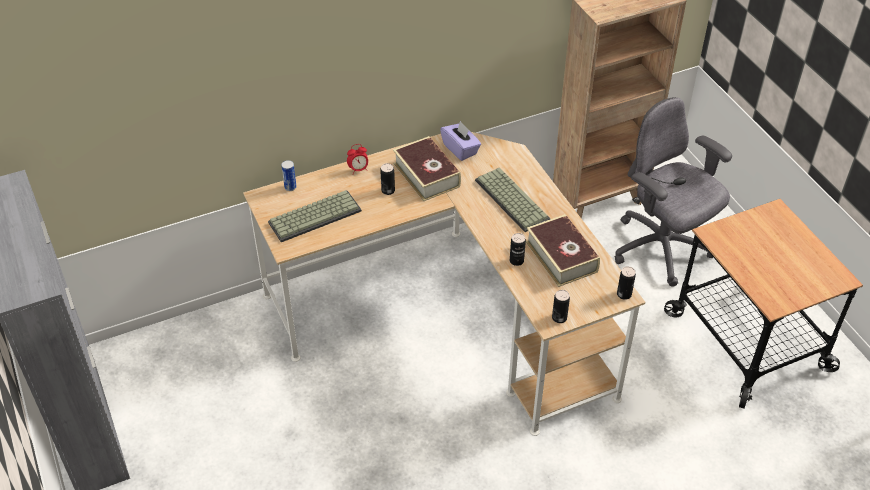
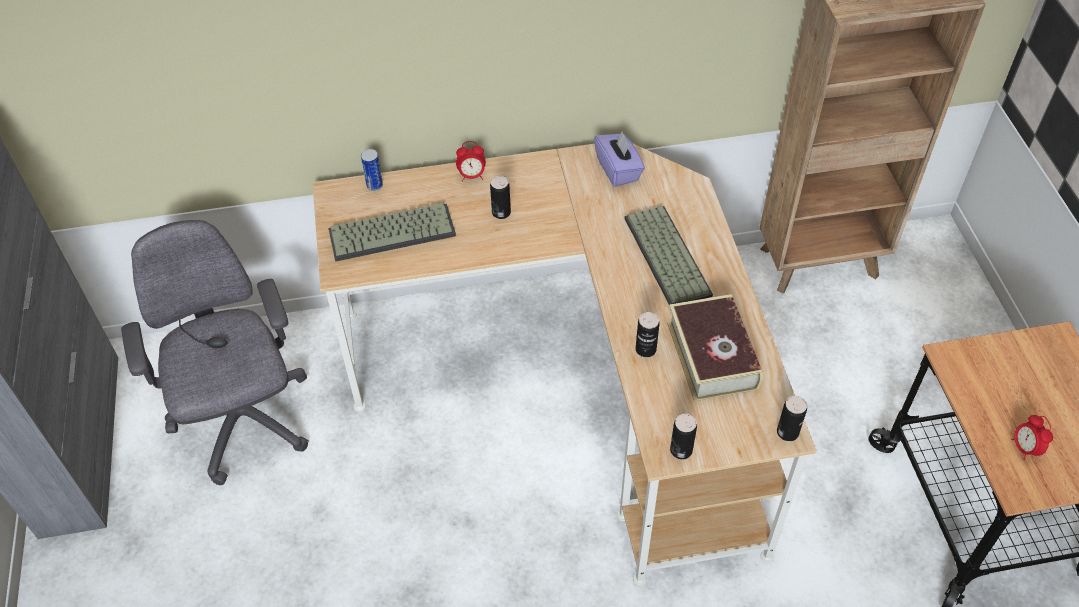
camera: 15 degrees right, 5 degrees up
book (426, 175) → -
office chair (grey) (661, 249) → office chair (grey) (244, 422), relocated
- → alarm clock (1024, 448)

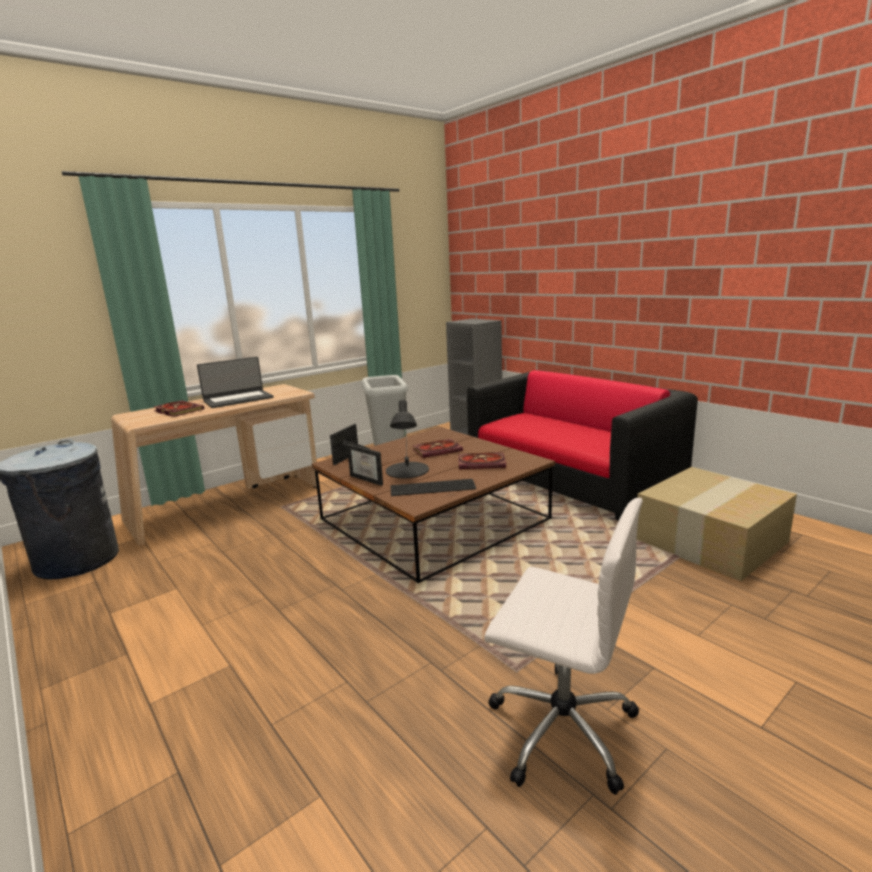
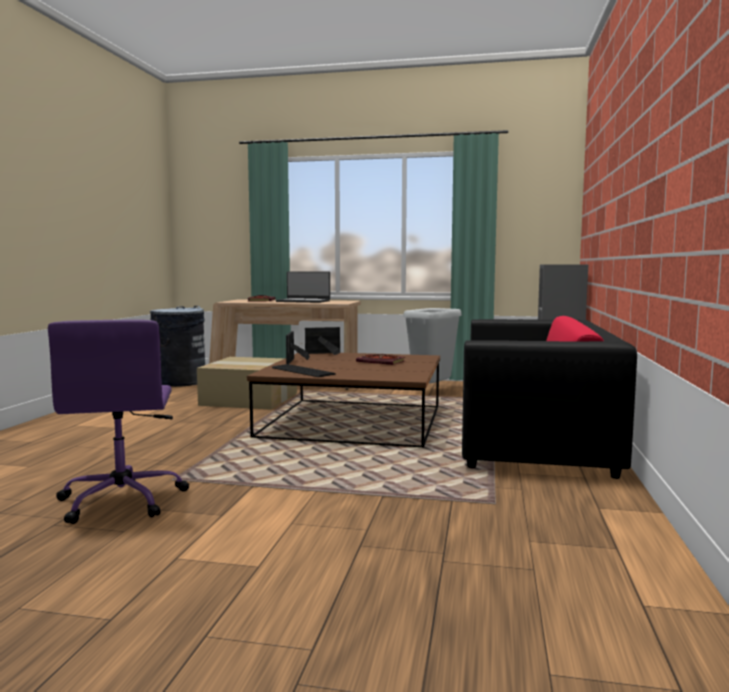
camera: 50 degrees right, 10 degrees down
table lamp (black) (407, 470) → -
book (483, 463) → -
office chair (white) (560, 727) → office chair (purple) (122, 500)
cardboard box (711, 541) → cardboard box (248, 399), relocated

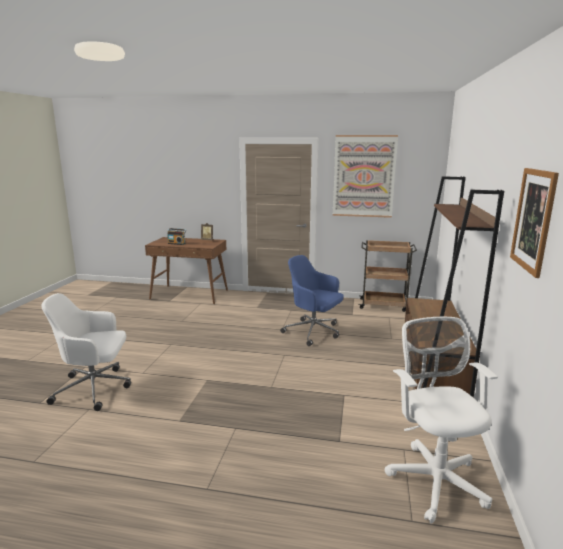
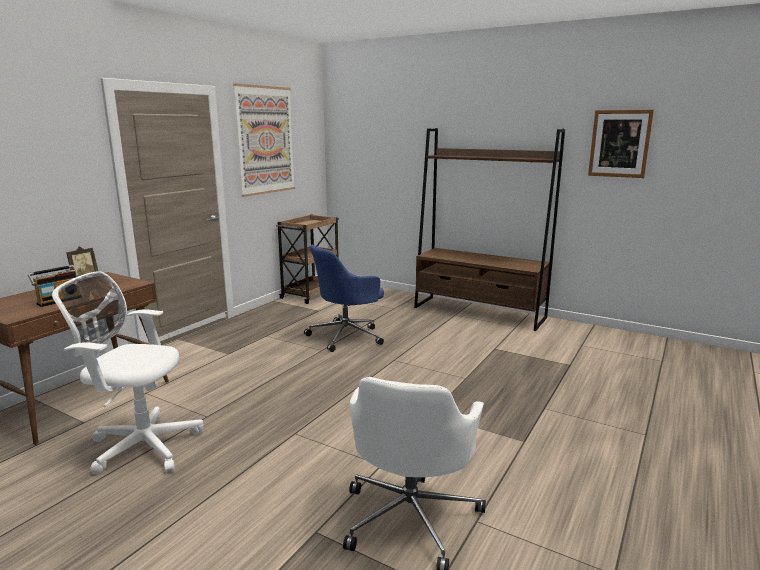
camera: 70 degrees left, 0 degrees up
office chair (white) (434, 478) → office chair (white) (141, 445), relocated

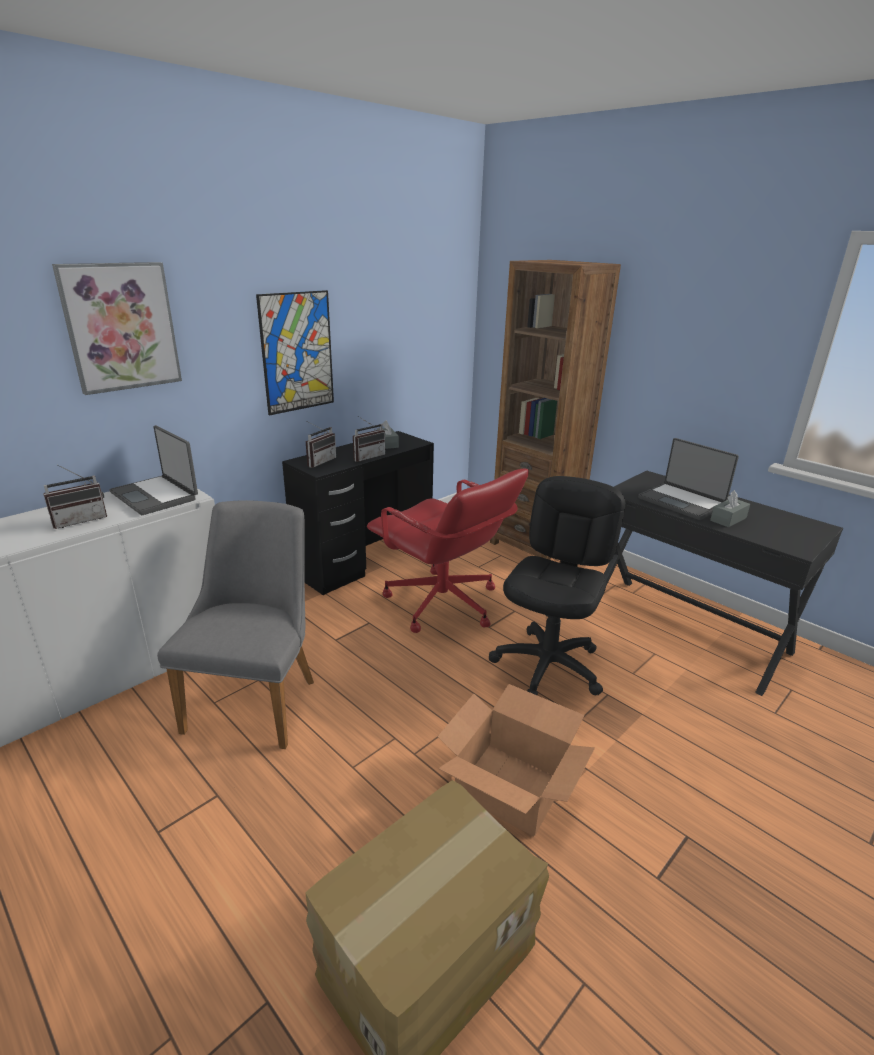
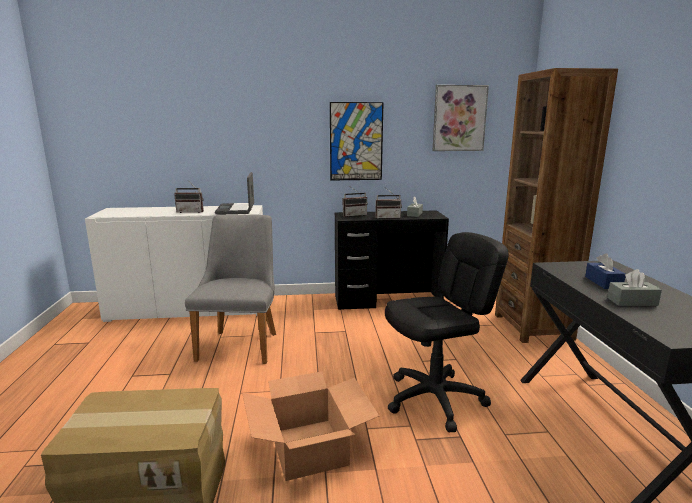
camera: 40 degrees right, 10 degrees down
picture (121, 327) → picture (459, 118), relocated
chair (grey) (259, 697) → chair (grey) (241, 342), 45 degrees counterclockwise
office chair (red) (442, 604) → -
laptop (682, 502) → tissue box (blue) (603, 282)

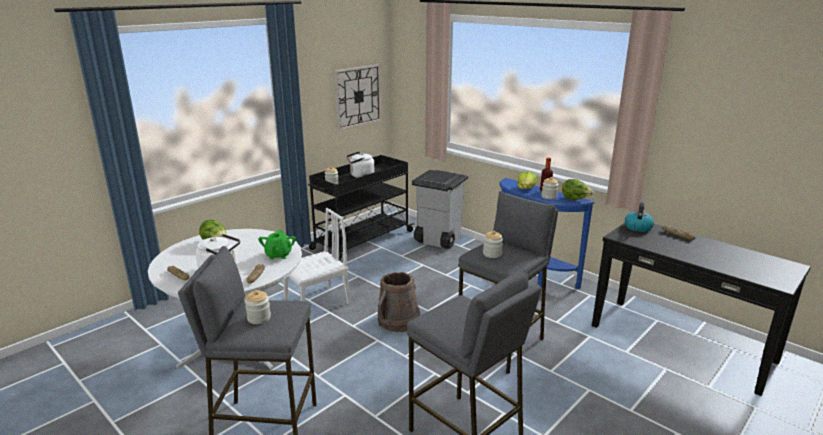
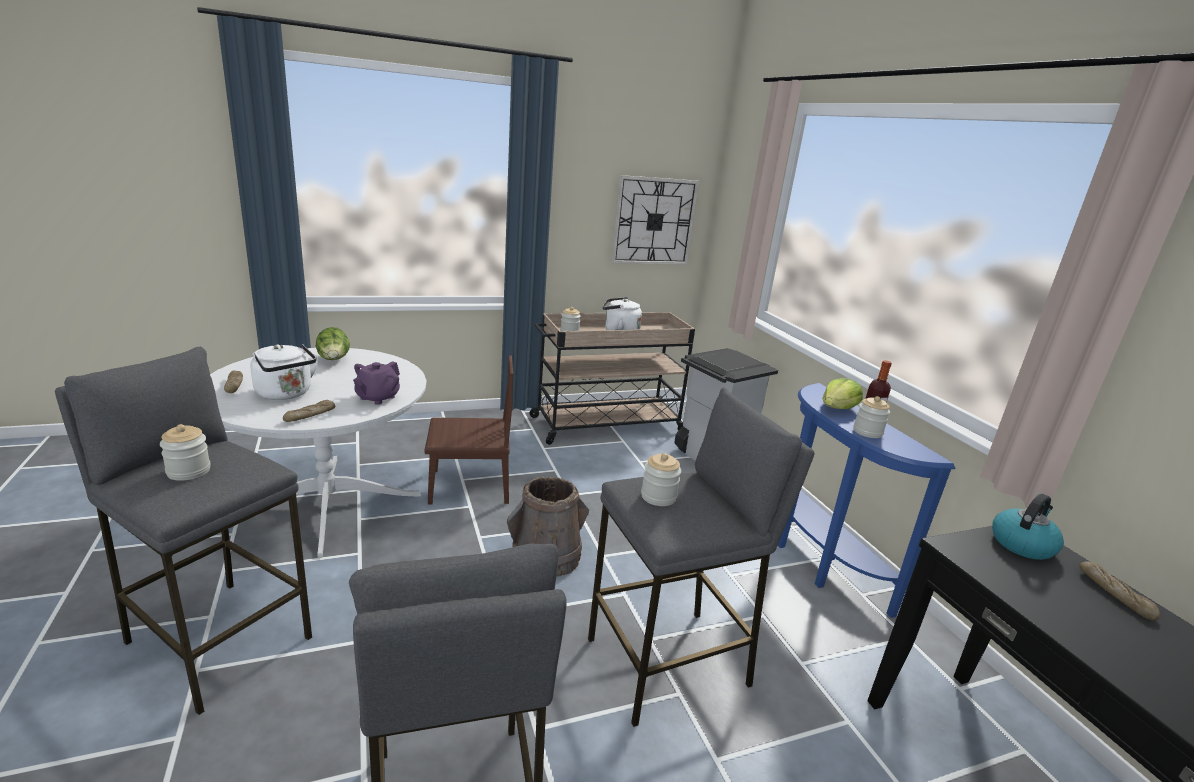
camera: 25 degrees right, 0 degrees up
teapot (green) (278, 255) → teapot (purple) (377, 397)
chair (white) (317, 302) → chair (brown) (469, 486)
cart (black) (361, 240) → cart (beige) (605, 425)
lettuce (575, 199) → -

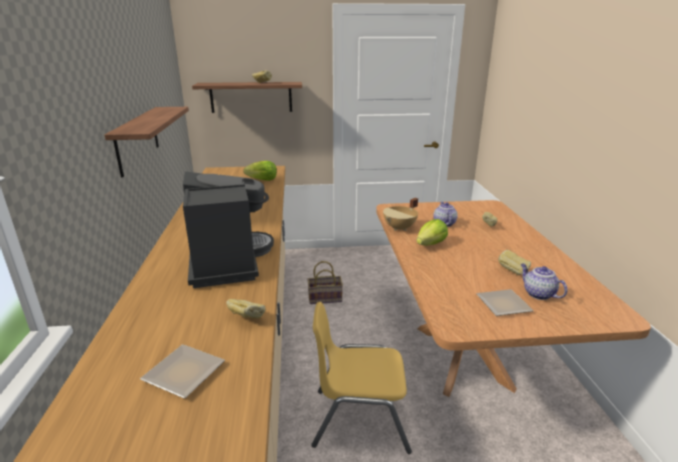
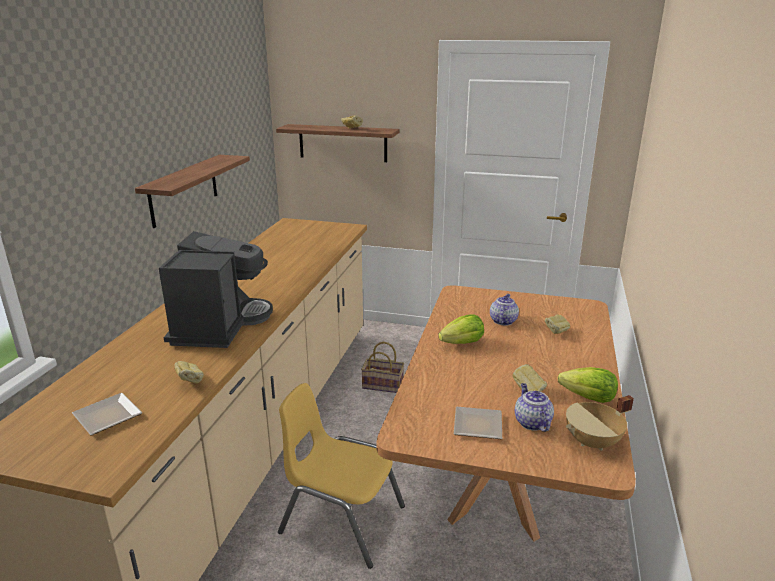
camera: 20 degrees right, 0 degrees up
lettuce (262, 180) → lettuce (588, 398), relocated
cooking pot (beige) (400, 228) → cooking pot (beige) (593, 443), relocated

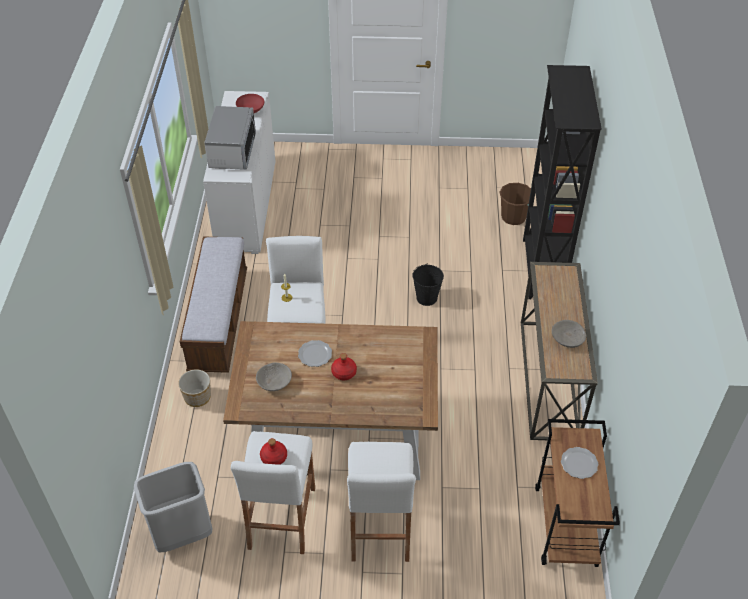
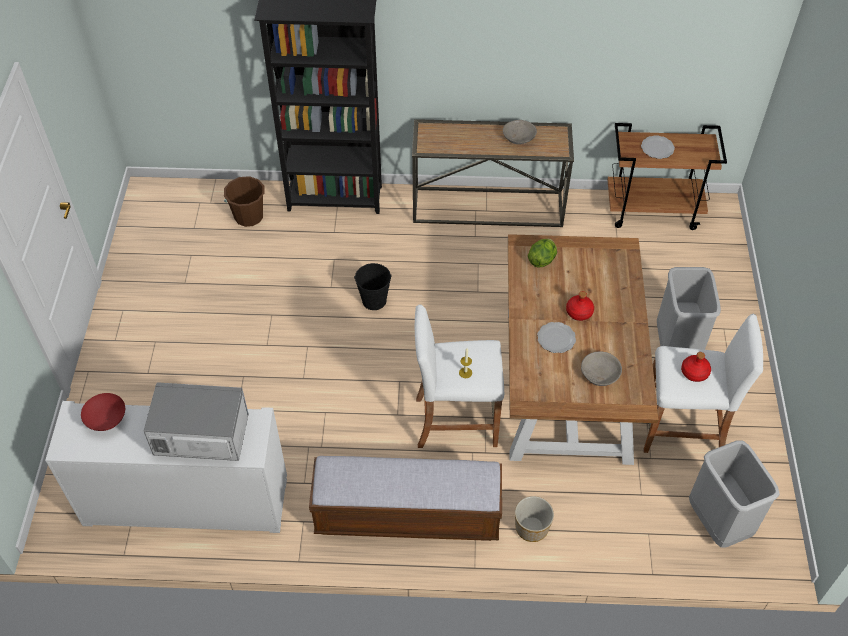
camera: 90 degrees left, 5 degrees up
stool (white) (380, 526) → trash can (grey) (677, 345)
- → lettuce (542, 260)

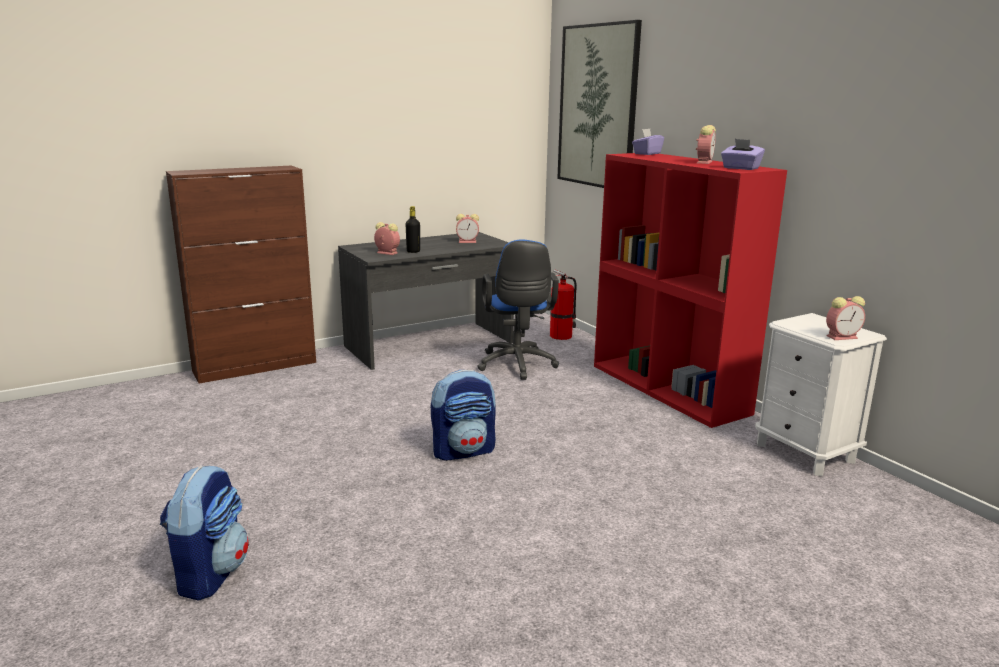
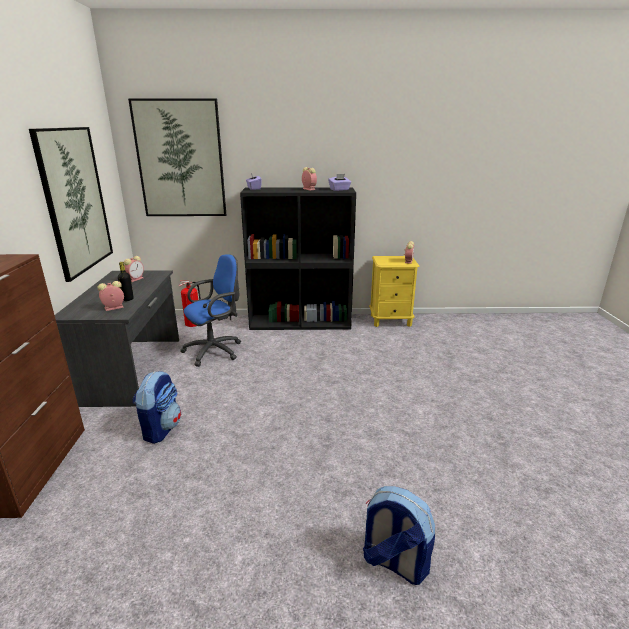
camera: 60 degrees left, 5 degrees up
backpack (464, 451) → backpack (161, 429), relocated
office chair (blue) (517, 366) → office chair (blue) (216, 350), 60 degrees counterclockwise
bookcase (red) (669, 389) → bookcase (black) (301, 322)
nightstand (white) (805, 453) → nightstand (yellow) (390, 320)
- → picture (75, 201)

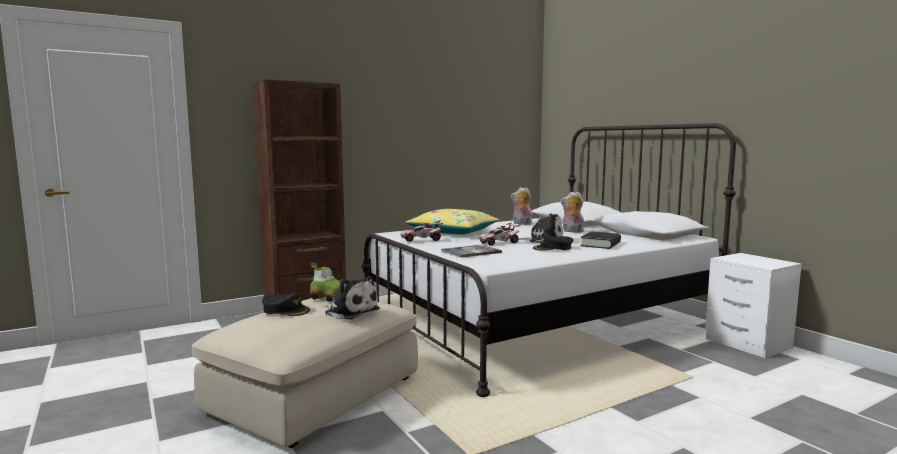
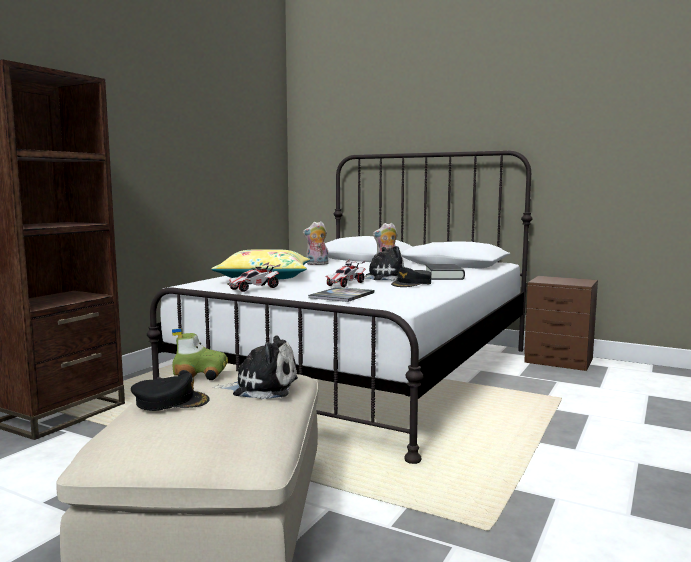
camera: 30 degrees left, 0 degrees up
nightstand (white) (748, 344) → nightstand (brown) (560, 361)

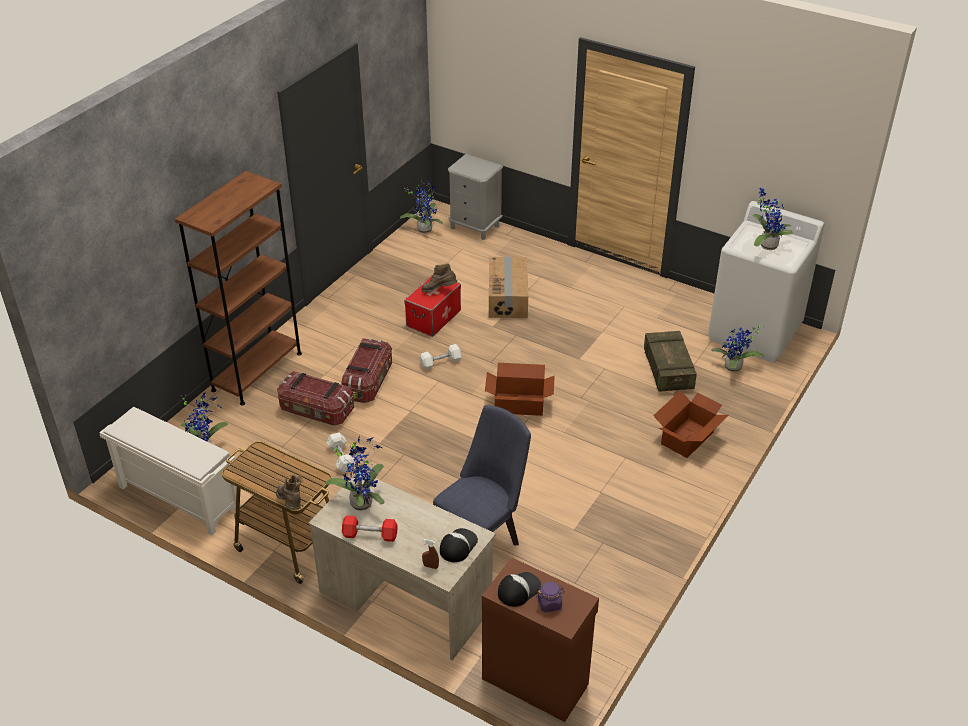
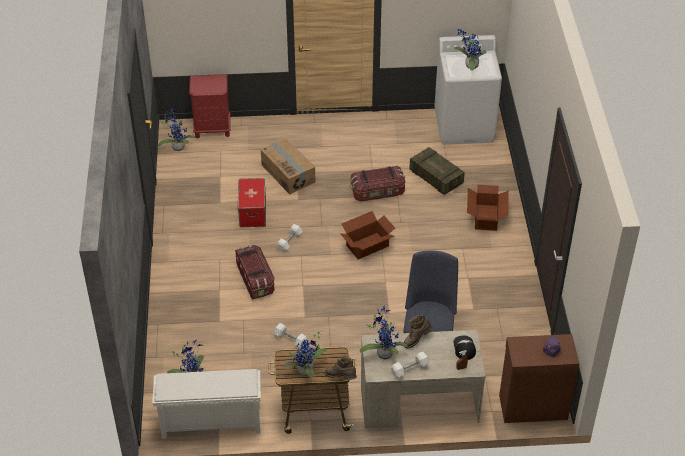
camera: 35 degrees left, 5 degrees up
bookcase (brown) (257, 371) → -
storage box (316, 411) → storage box (377, 193), relocated
dumbbell (red) (370, 535) → dumbbell (white) (409, 369)
boot (brown) (439, 290) → boot (brown) (416, 339), relocated
nightstand (grey) (475, 227) → nightstand (red) (212, 129)
cap (518, 589) → -
potted plant (733, 369) → potted plant (306, 372), relocated

